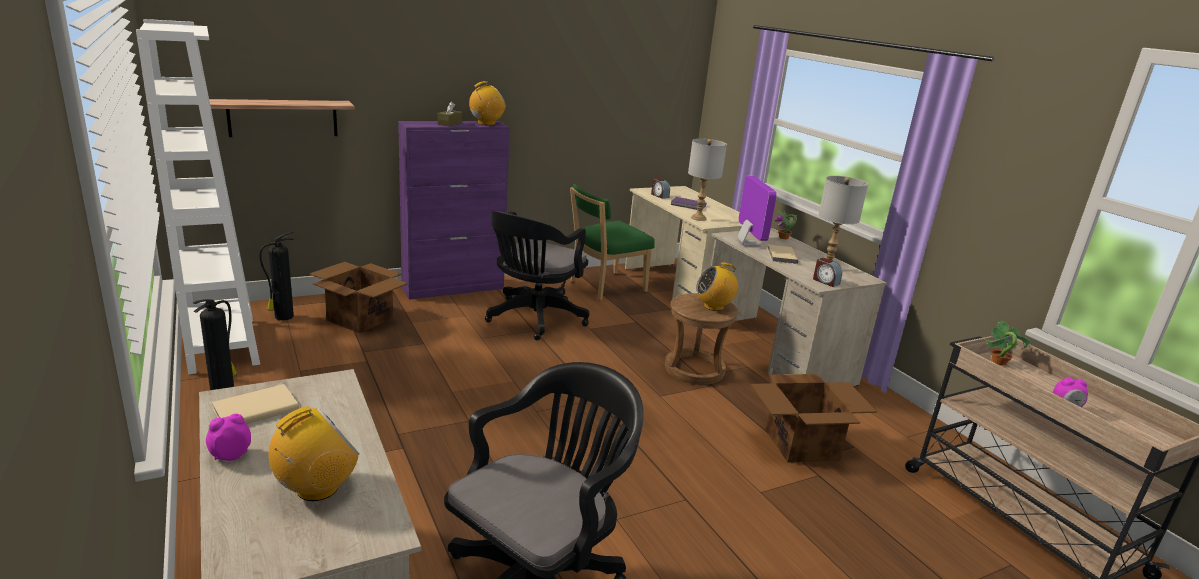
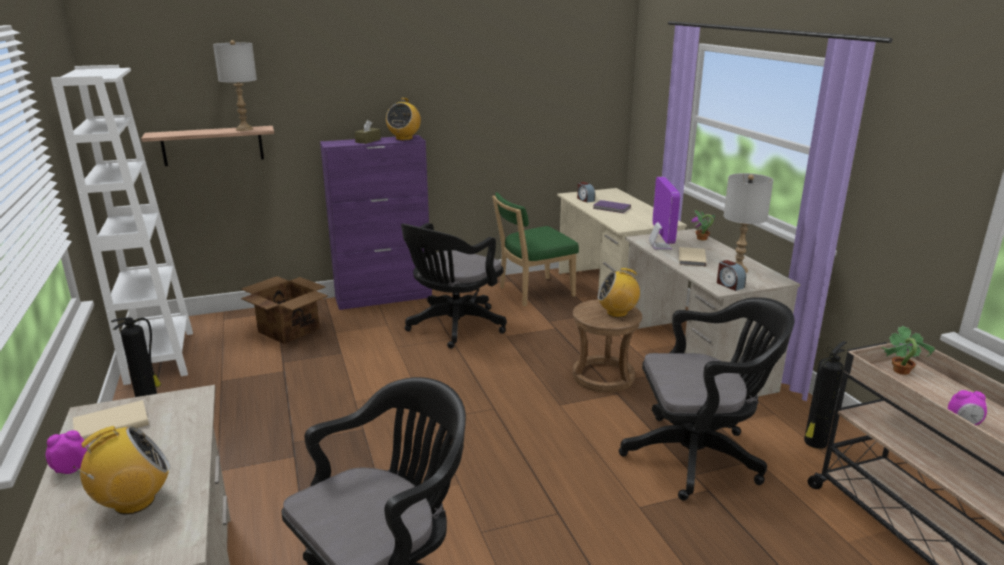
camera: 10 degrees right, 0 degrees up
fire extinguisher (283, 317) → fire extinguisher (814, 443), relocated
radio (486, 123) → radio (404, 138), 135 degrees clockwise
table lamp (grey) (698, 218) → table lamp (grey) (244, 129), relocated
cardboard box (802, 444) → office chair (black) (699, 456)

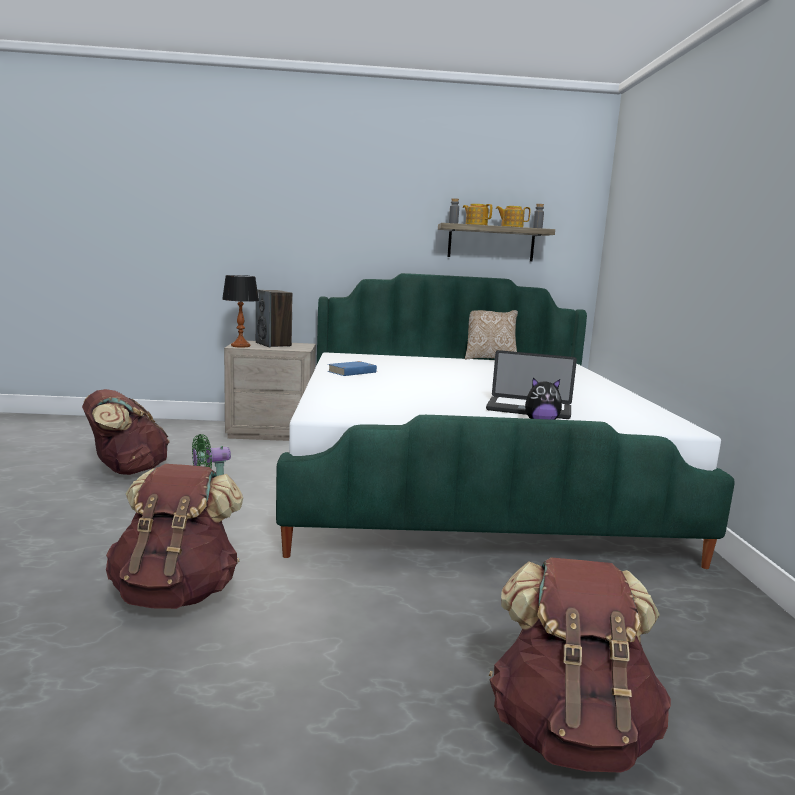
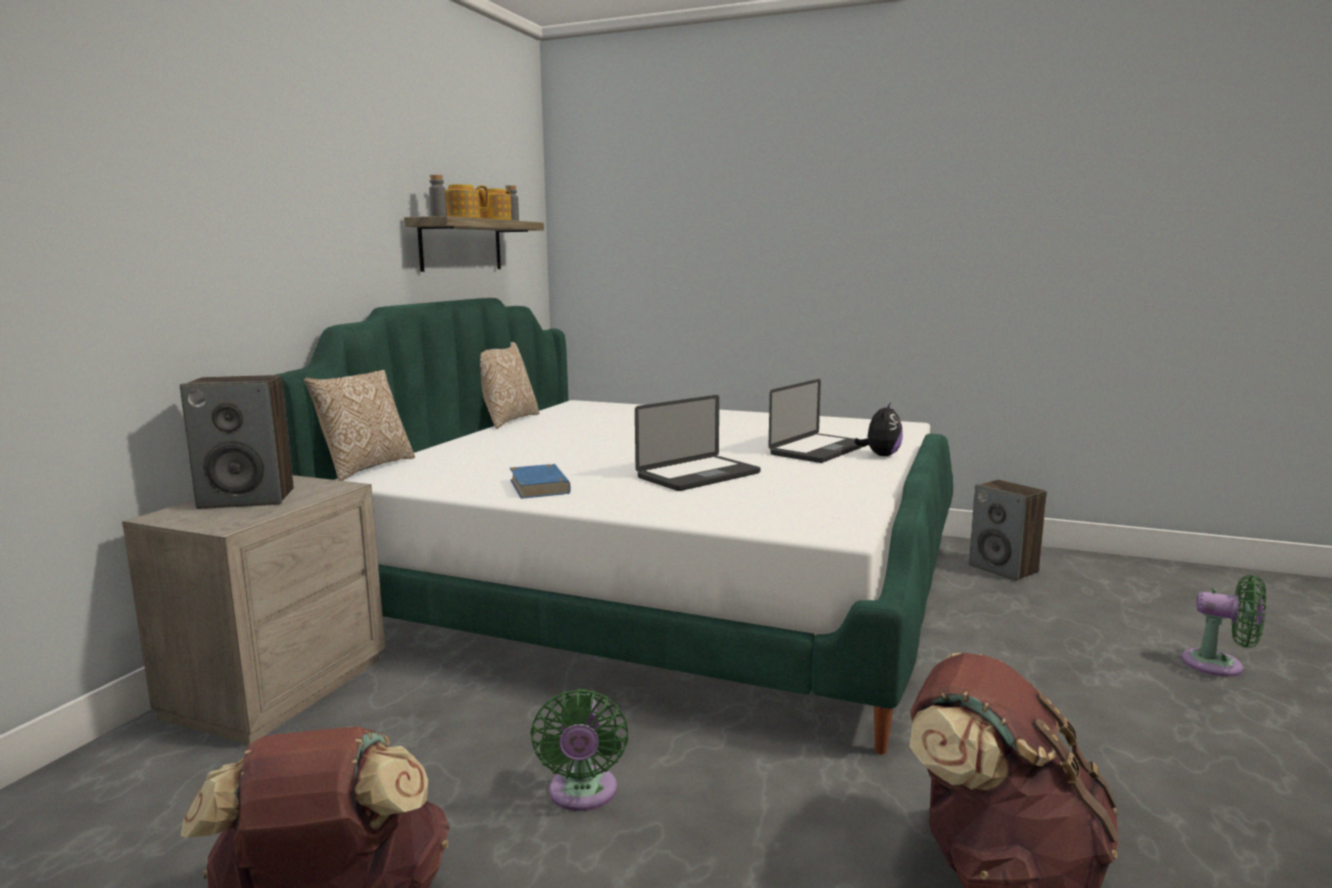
camera: 65 degrees left, 0 degrees up
table lamp (240, 346) → -
backpack (brown) (570, 731) → fan (green) (1219, 665)
- → pillow (365, 467)
- → laptop (698, 475)
- → speaker (1004, 569)

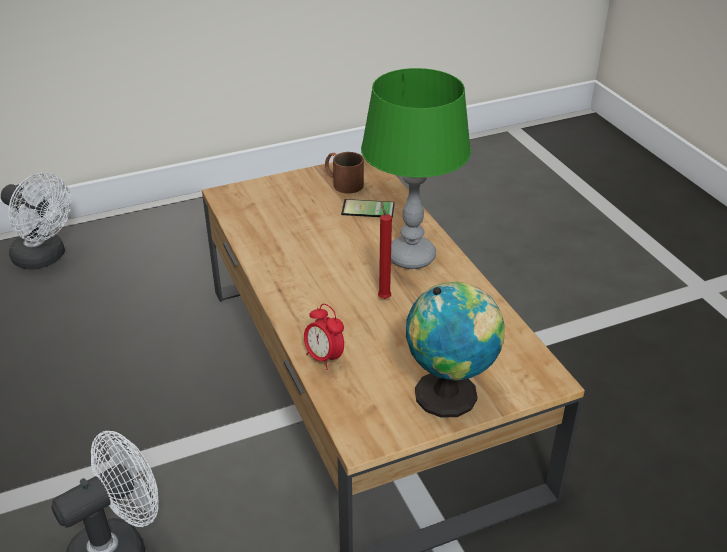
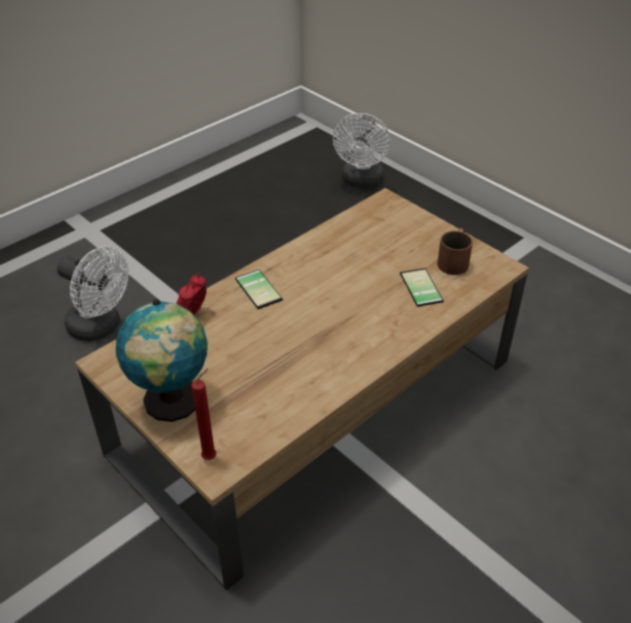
camera: 70 degrees right, 5 degrees up
table lamp (green) (411, 256) → -
candle (red) (383, 297) → candle (red) (211, 456), relocated
- → phone (261, 288)

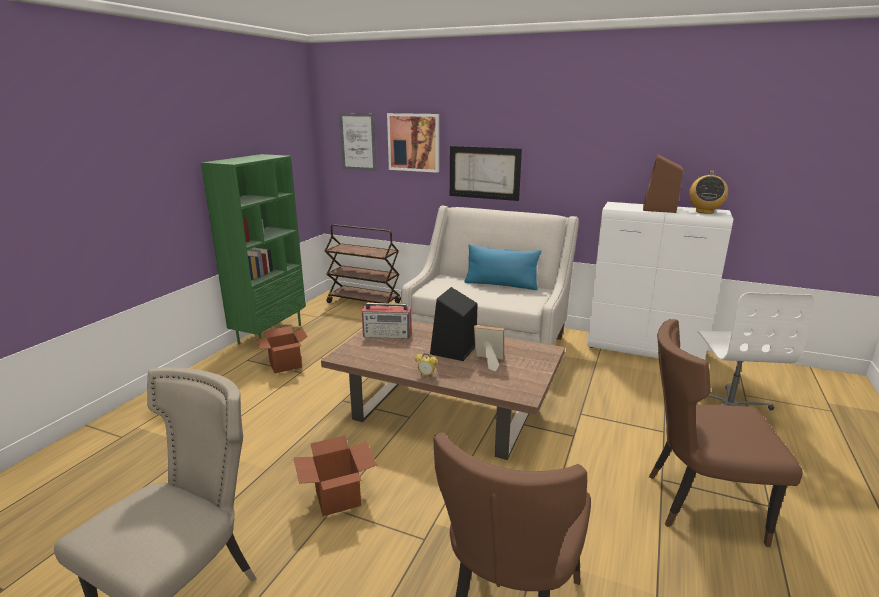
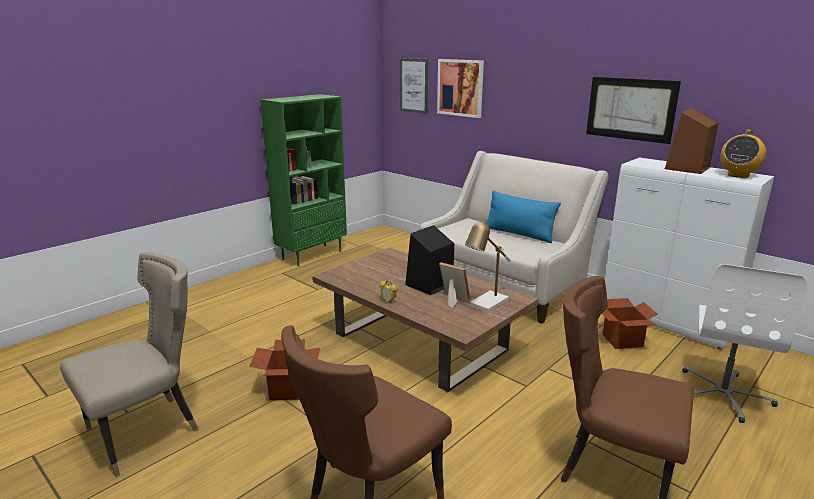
camera: 20 degrees right, 0 degrees up
cardboard box (285, 365) → cardboard box (622, 340), relocated
cart (brown) (364, 302) → -
radio (388, 335) → -
picture (484, 173) → picture (630, 109), relocated
- → table lamp (486, 305)

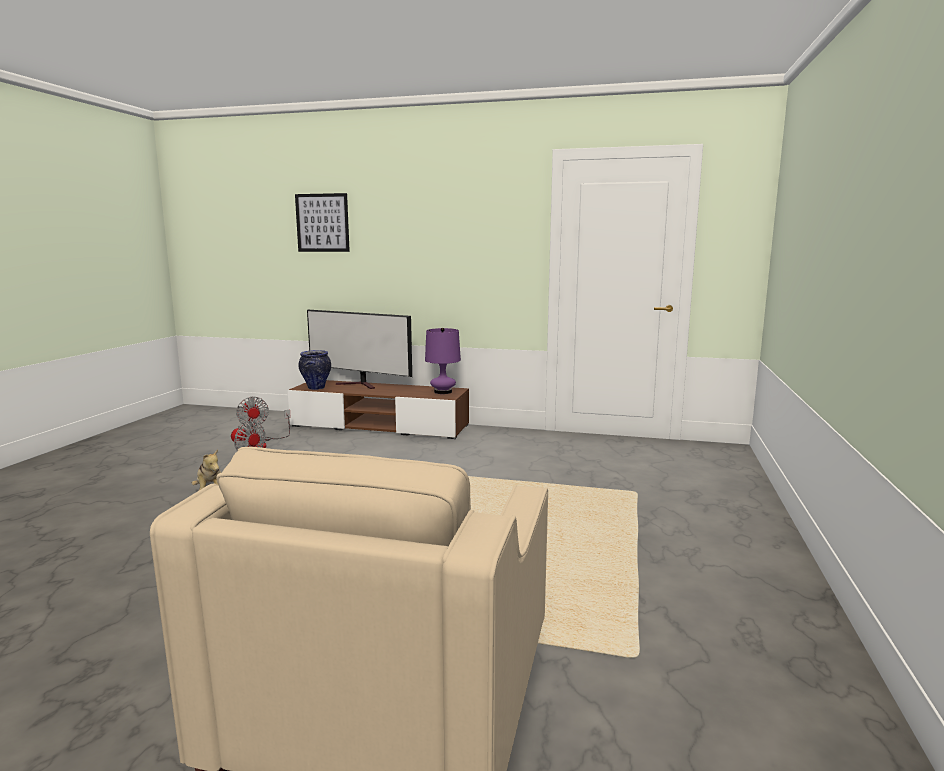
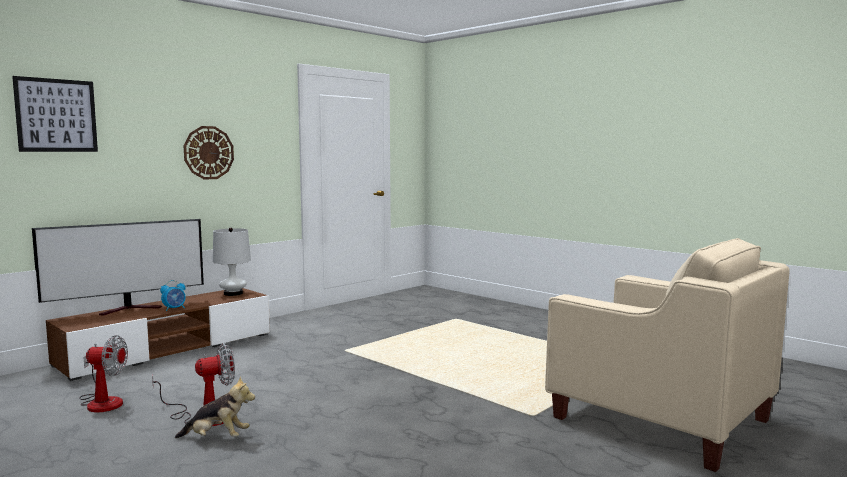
camera: 60 degrees left, 5 degrees down
vase (316, 388) → -
table lamp (purple) (443, 392) → table lamp (white) (233, 293)
- → alarm clock (174, 309)
- → wall clock (208, 152)

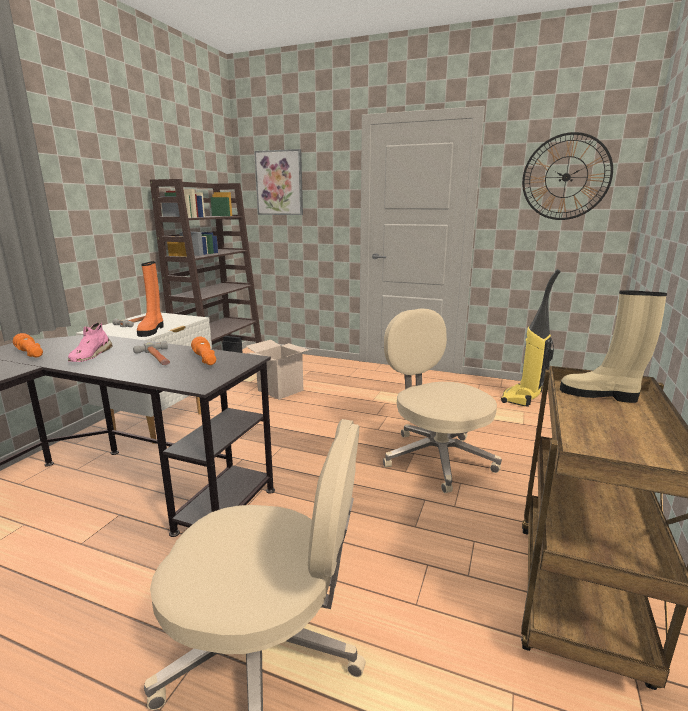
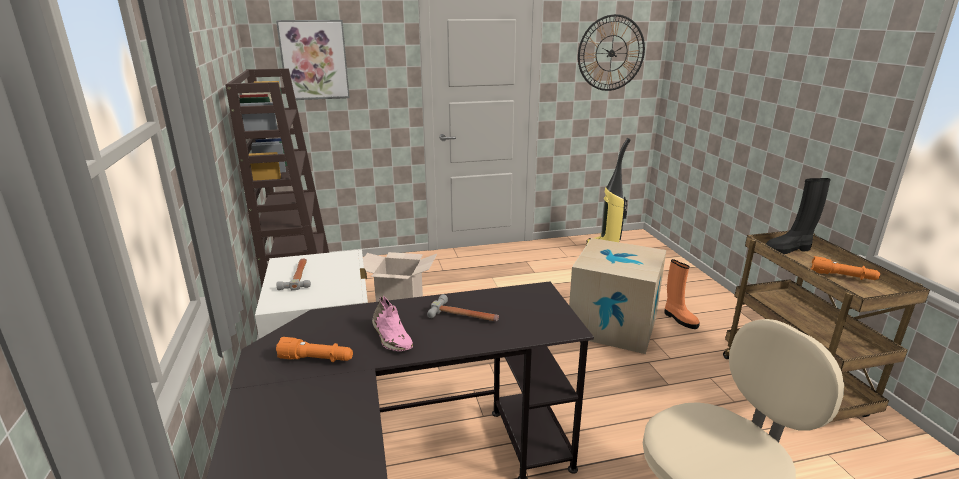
camera: 35 degrees left, 5 degrees up
boot (orange) (152, 330) → boot (orange) (679, 319), relocated
flashlight (orange) (205, 360) → flashlight (orange) (842, 277), relocated
office chair (beige) (436, 458) → cardboard box (613, 325)
boot (beige) (600, 395) → boot (black) (789, 249)

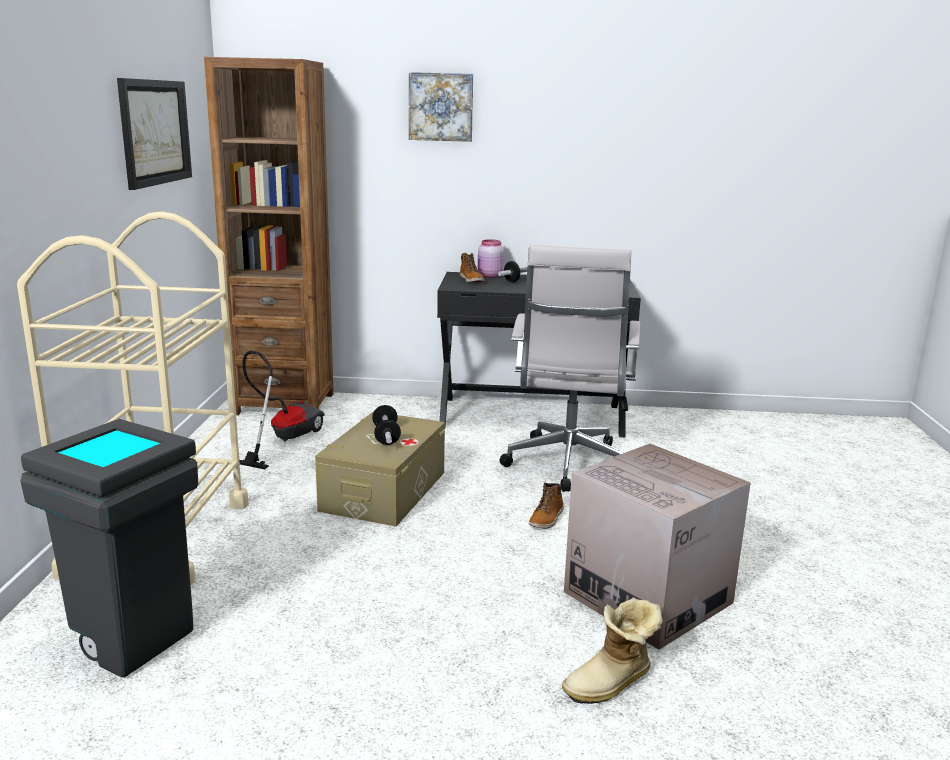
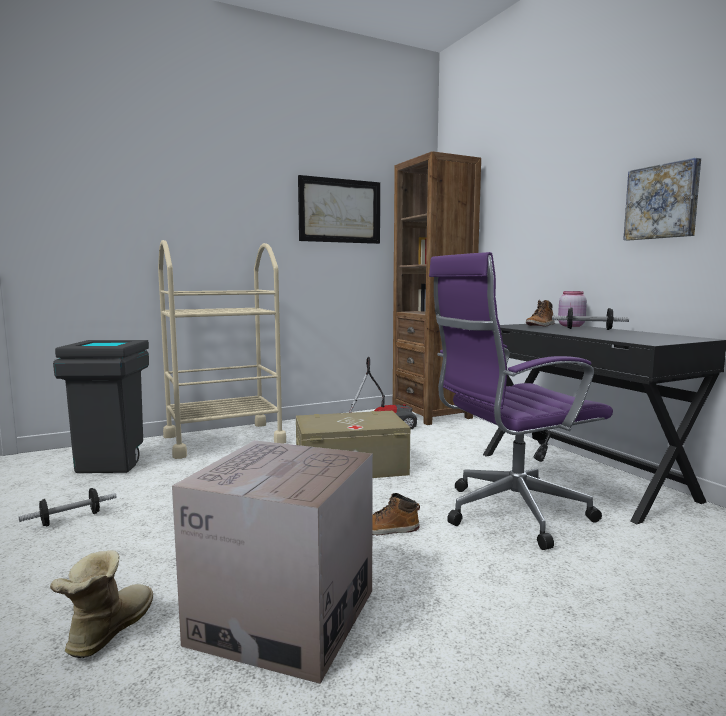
camera: 60 degrees right, 10 degrees down
dumbbell (386, 436) → dumbbell (70, 519), relocated
picture (441, 107) → picture (662, 202), relocated
office chair (white) (568, 466) → office chair (purple) (508, 514)
boot (612, 684) → boot (106, 631), 75 degrees clockwise

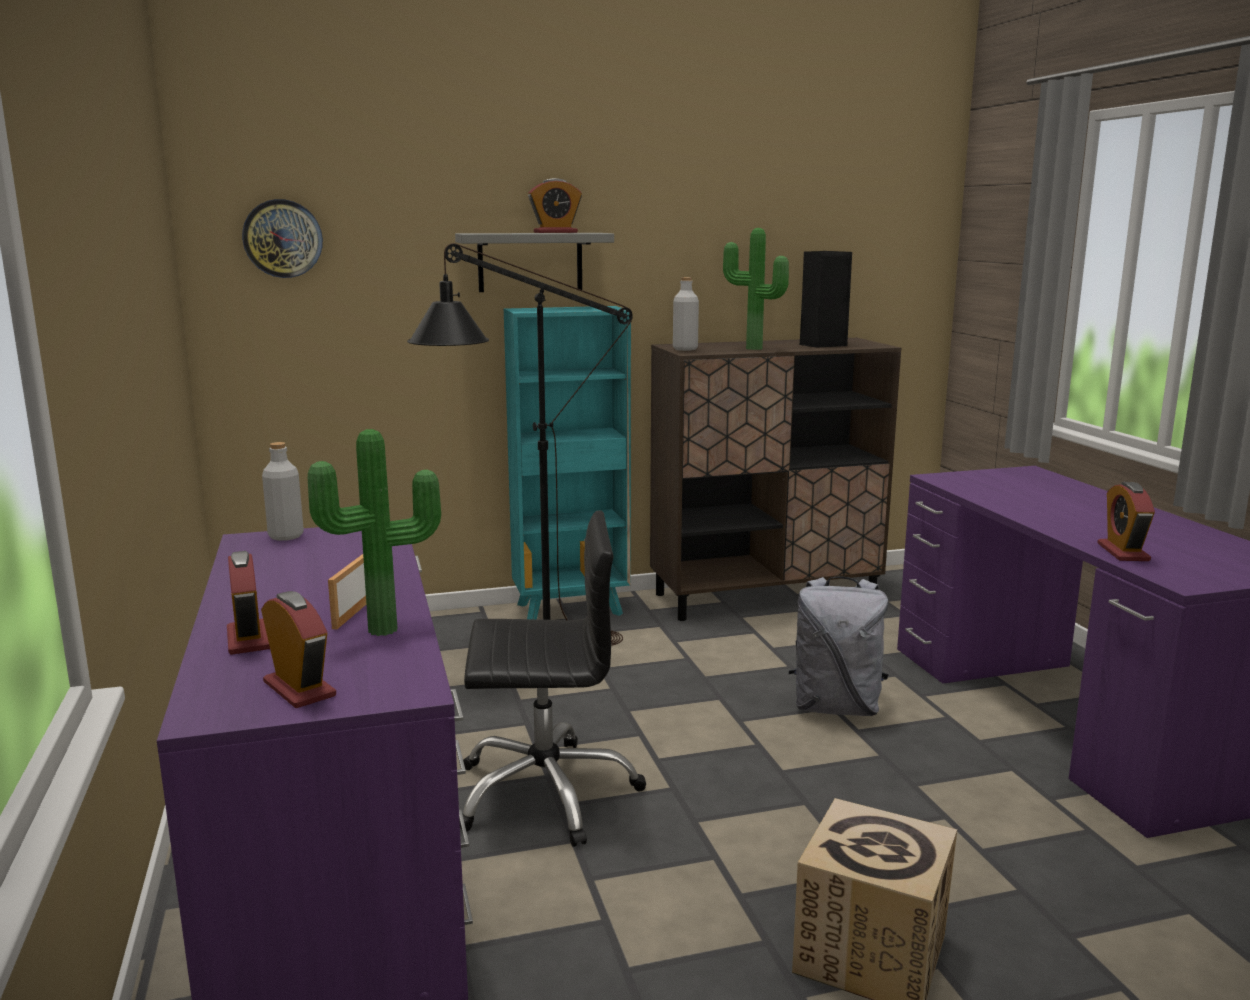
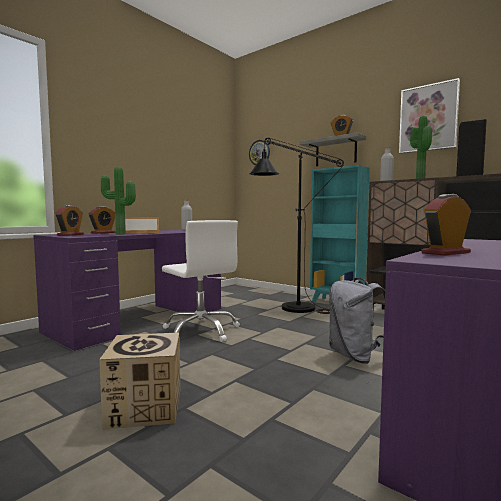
camera: 55 degrees right, 10 degrees down
office chair (black) (545, 792) → office chair (white) (201, 331)
- → picture (428, 118)

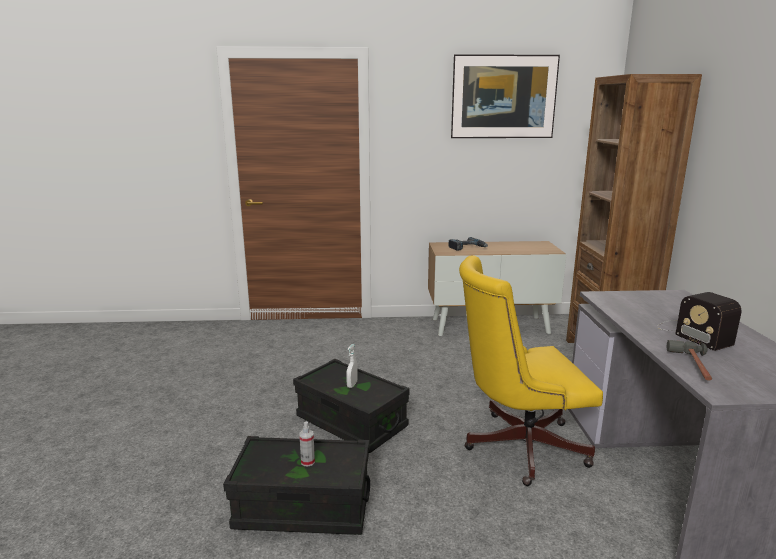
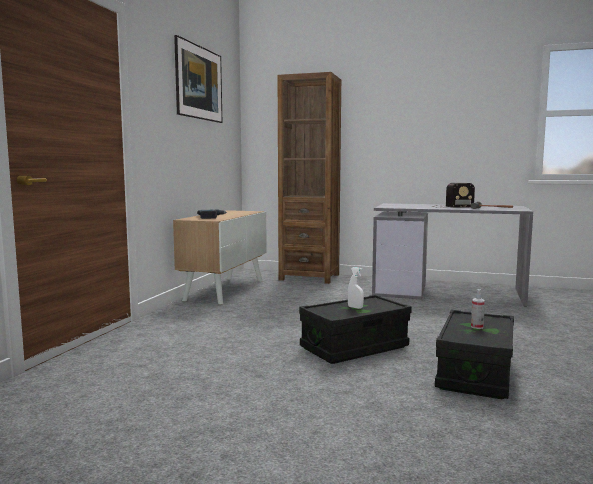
camera: 70 degrees left, 10 degrees down
office chair (yellow) (517, 446) → -

